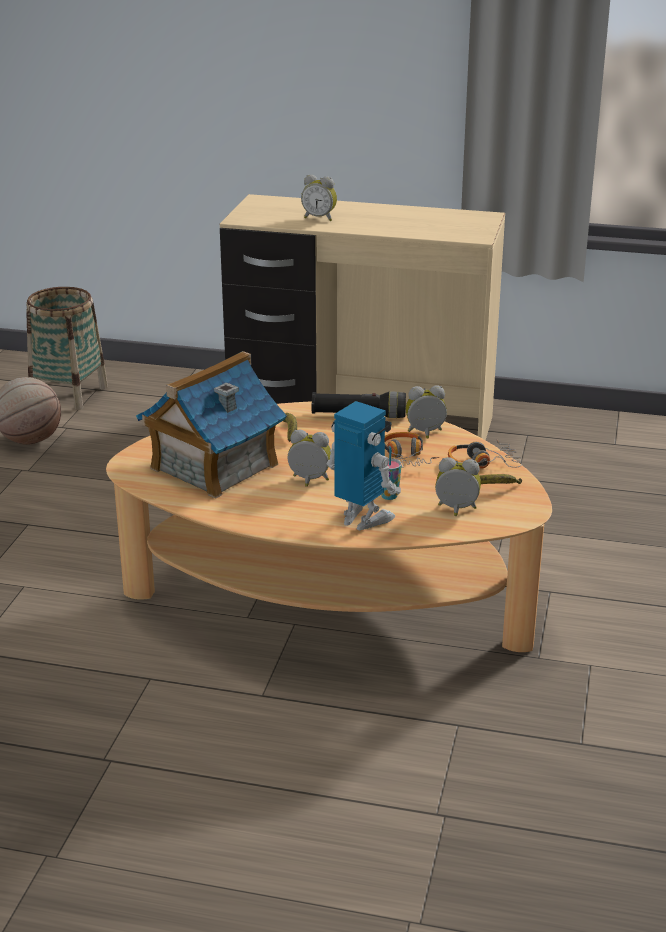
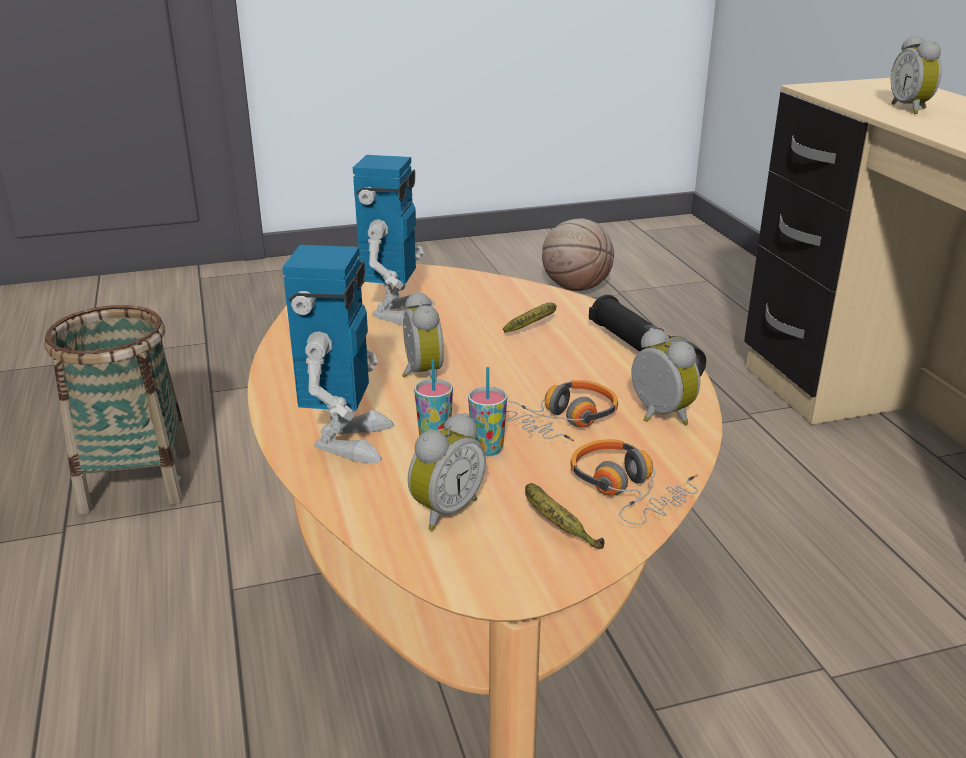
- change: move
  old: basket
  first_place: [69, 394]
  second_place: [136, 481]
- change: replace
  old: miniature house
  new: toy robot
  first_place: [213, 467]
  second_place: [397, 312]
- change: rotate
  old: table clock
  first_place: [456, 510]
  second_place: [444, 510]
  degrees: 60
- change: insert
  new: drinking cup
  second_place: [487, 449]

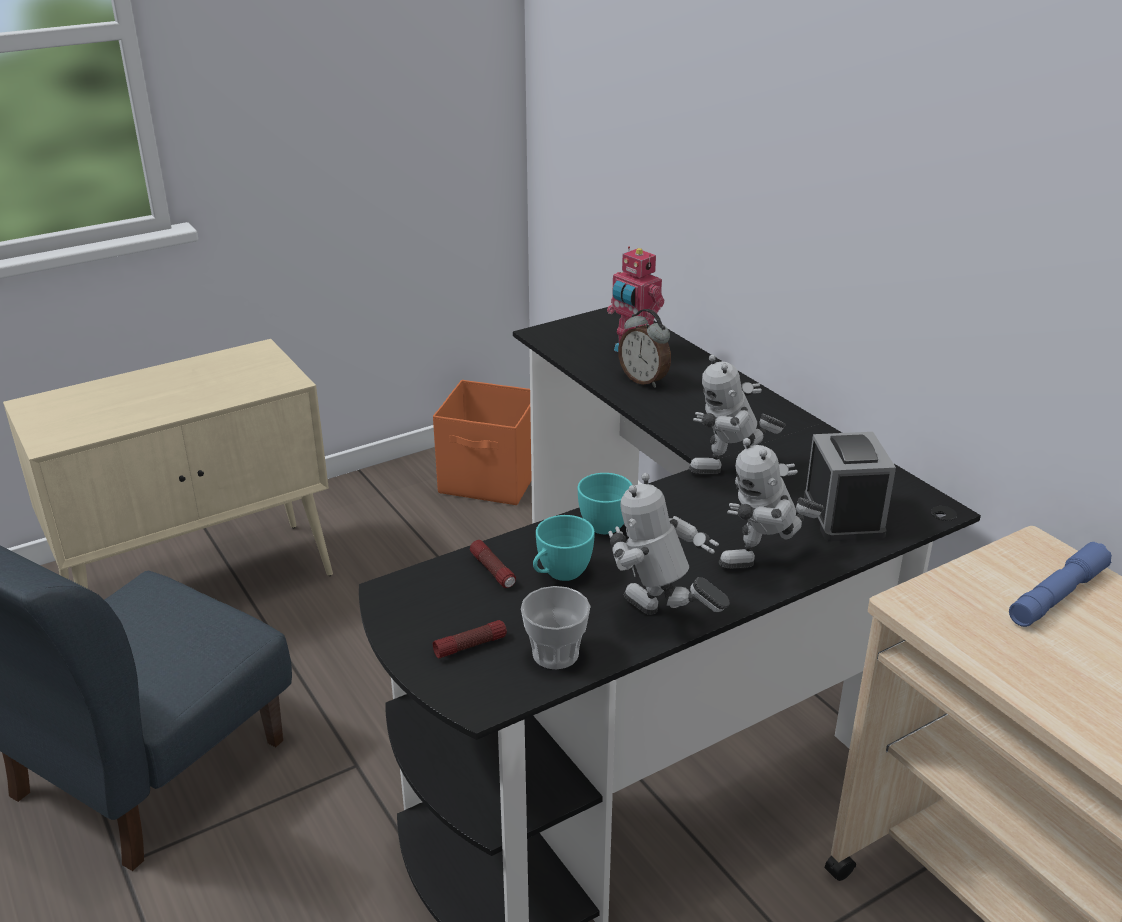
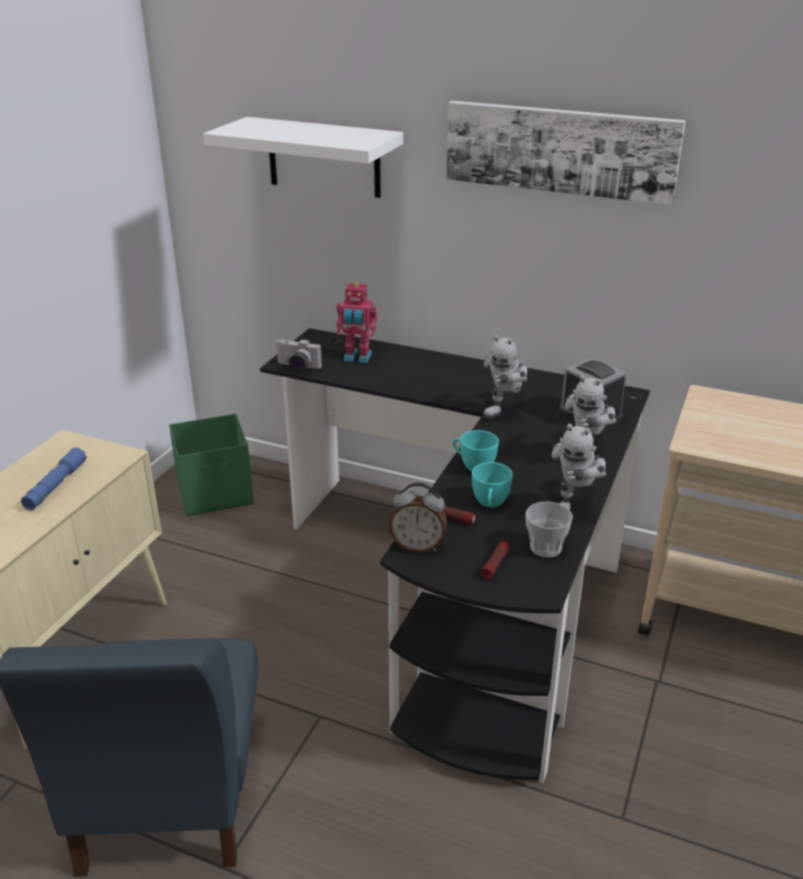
- change: move
  old: table clock
  first_place: [644, 380]
  second_place: [418, 546]
- change: recolor
  old: storage bin (orangey)
  new: storage bin (green)
  first_place: [491, 480]
  second_place: [216, 494]
- change: rotate
  old: toy robot
  first_place: [660, 622]
  second_place: [574, 507]
  degrees: -60
- change: move
  old: hand torch (bluish)
  first_place: [1057, 596]
  second_place: [56, 485]
- change: insert
  new: wall picture
  second_place: [560, 150]
- change: insert
  new: shelf (white-coloured)
  second_place: [324, 157]
- change: insert
  new: still camera
  second_place: [297, 367]

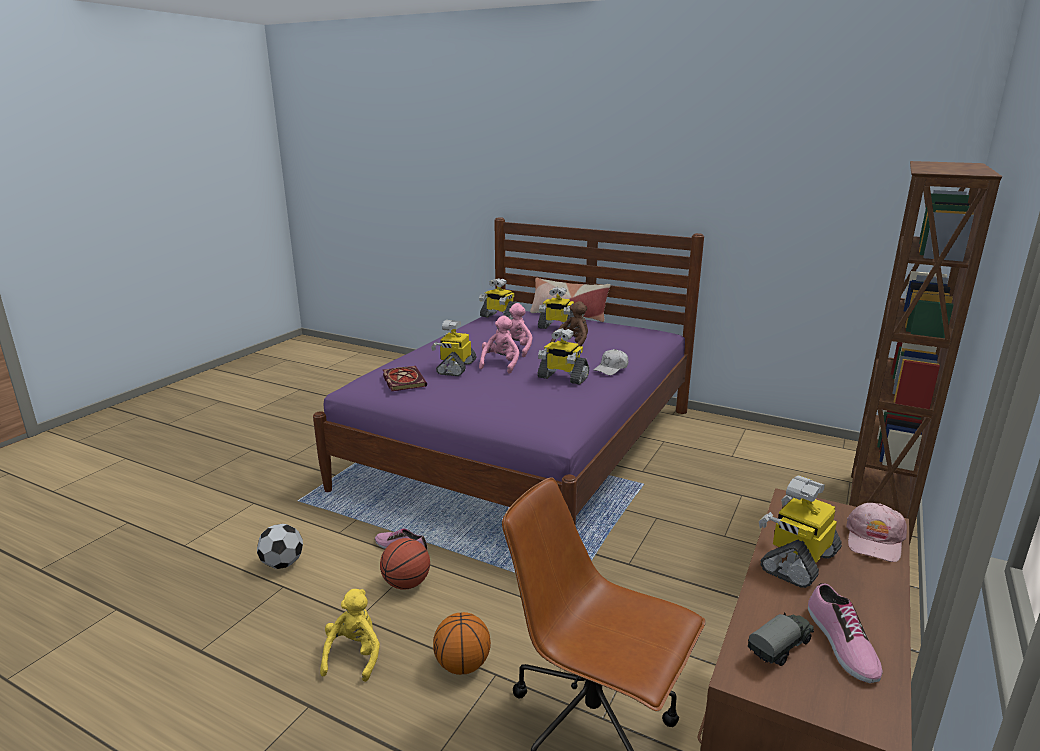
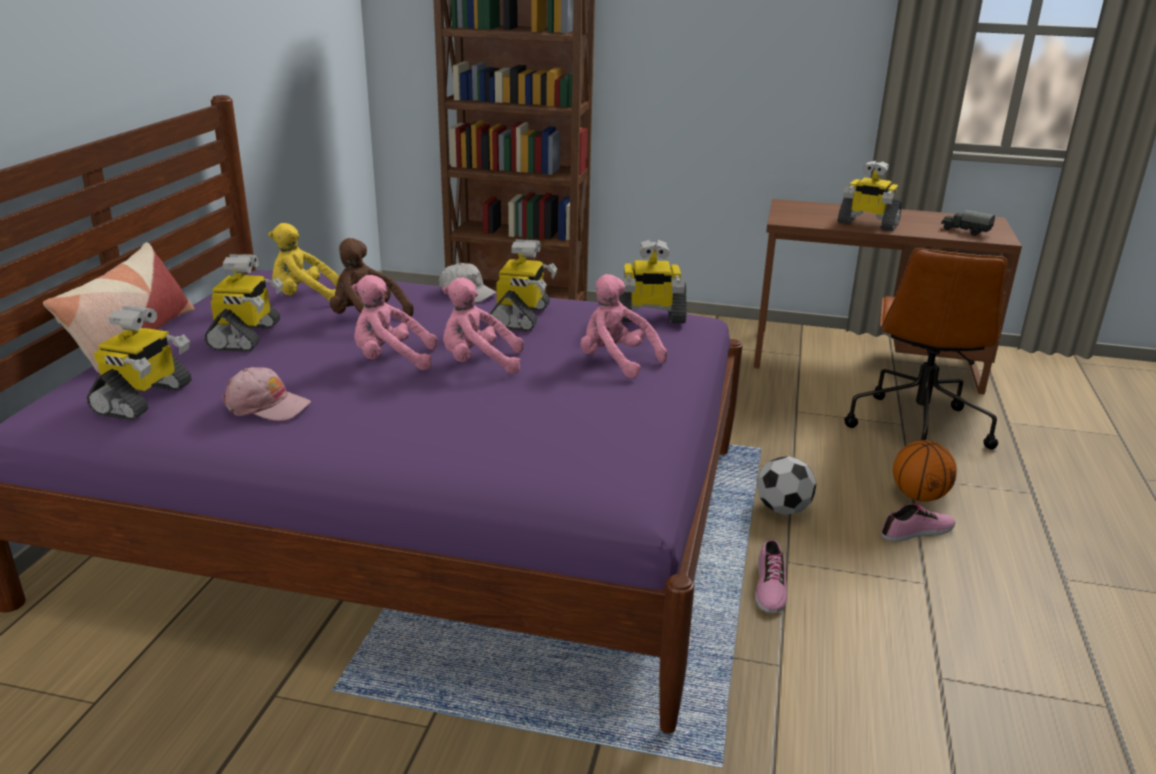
- change: move
  old: toy robot
  first_place: [455, 368]
  second_place: [649, 317]
- change: delete
  old: book
  first_place: [403, 380]
- change: move
  old: cap (pink)
  first_place: [874, 540]
  second_place: [266, 405]
- change: move
  old: football
  first_place: [282, 564]
  second_place: [782, 509]
- change: delete
  old: ball for basketball
  first_place: [406, 583]
- change: move
  old: item of footwear
  first_place: [840, 643]
  second_place: [917, 532]
- change: move
  old: plush toy (yellowish)
  first_place: [354, 655]
  second_place: [305, 298]
- change: insert
  new: plush toy (pink)
  second_place: [616, 361]

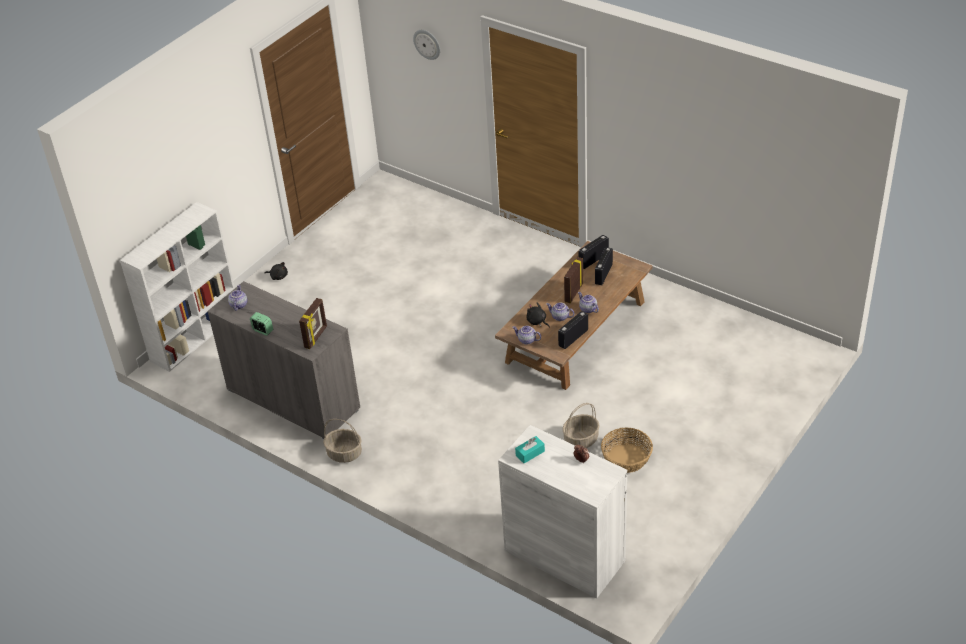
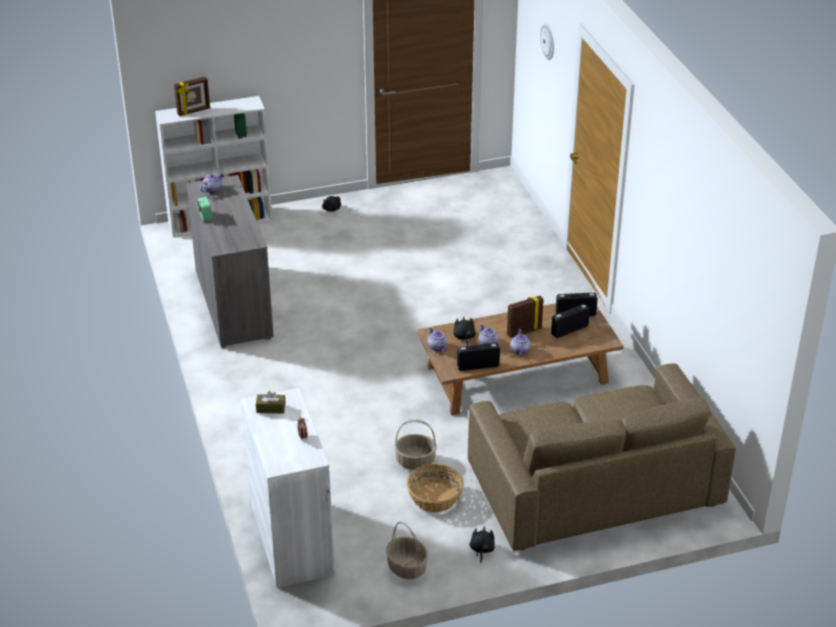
- change: move
  old: standing frame
  first_place: [316, 337]
  second_place: [194, 111]
- change: move
  old: basket
  first_place: [344, 454]
  second_place: [406, 567]
- change: recolor
  old: box of tissues (turquoise)
  new: box of tissues (brown)
  first_place: [530, 453]
  second_place: [271, 408]
- change: insert
  new: settee (brown)
  second_place: [593, 483]
- change: insert
  new: plush toy (blackish)
  second_place: [481, 550]

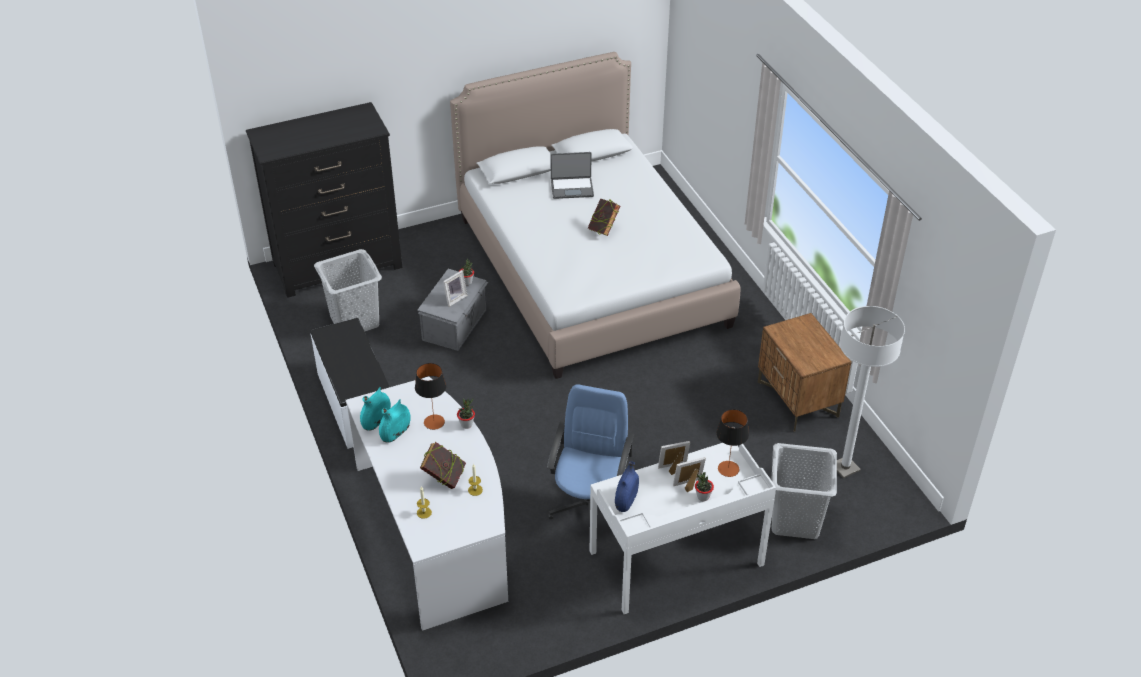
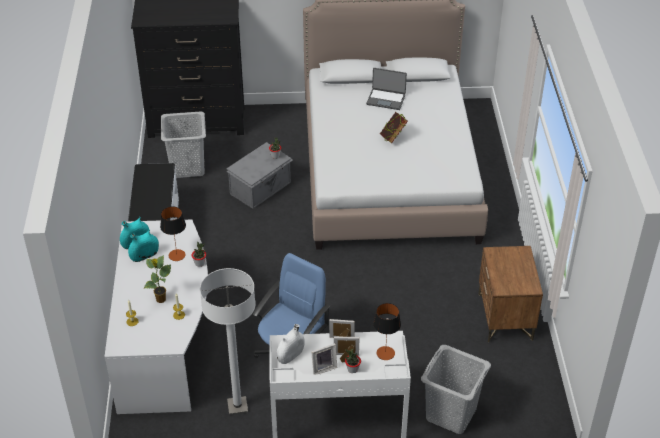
- change: move
  old: standing frame
  first_place: [454, 298]
  second_place: [323, 368]
- change: move
  old: floor lamp (white-coloured)
  first_place: [845, 468]
  second_place: [237, 406]
- change: replace
  old: book
  new: houseplant
  first_place: [444, 478]
  second_place: [161, 300]
- change: recolor
  old: decorative vase (bluish)
  new: decorative vase (white-coloured)
  first_place: [626, 500]
  second_place: [290, 355]

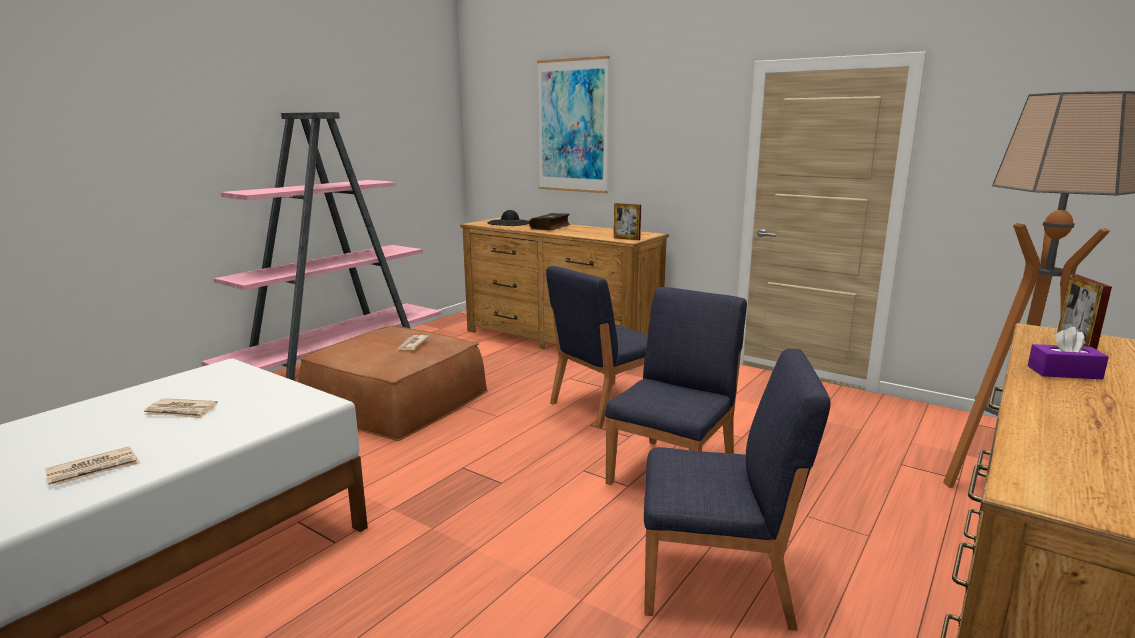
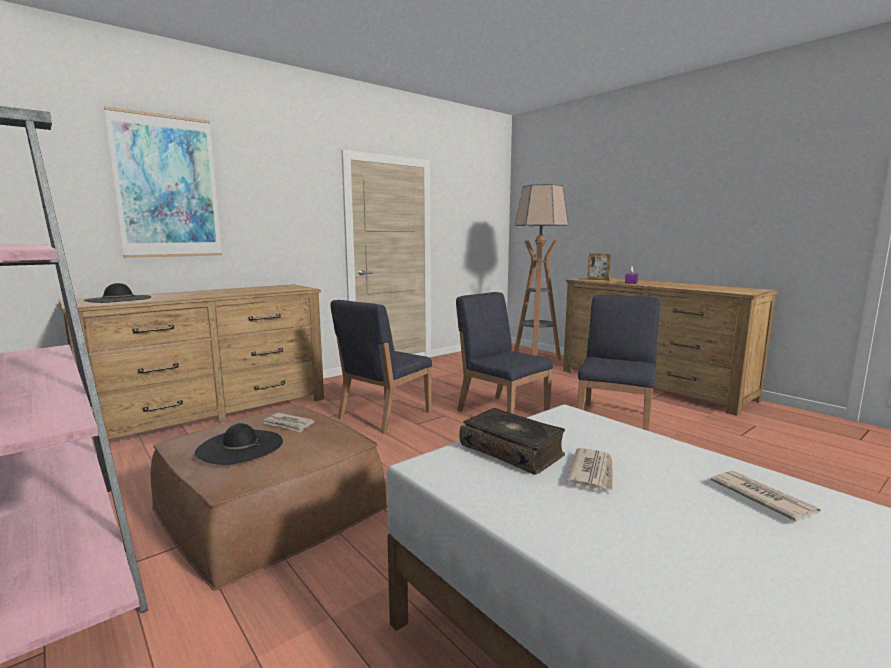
- change: delete
  old: standing frame
  first_place: [626, 238]
- change: move
  old: book
  first_place: [551, 227]
  second_place: [512, 450]
- change: rotate
  old: chair (bluish)
  first_place: [604, 404]
  second_place: [384, 415]
  degrees: 60
- change: insert
  new: wearable hat (blackish)
  second_place: [240, 446]

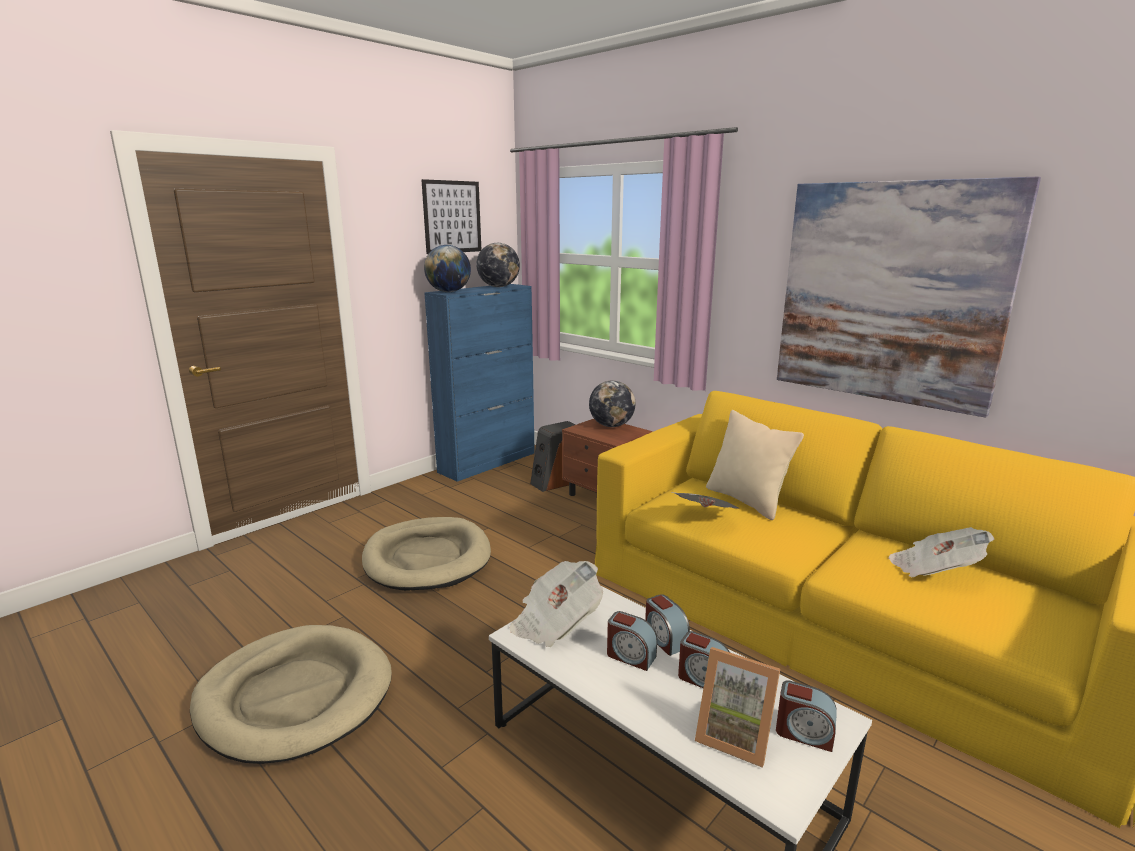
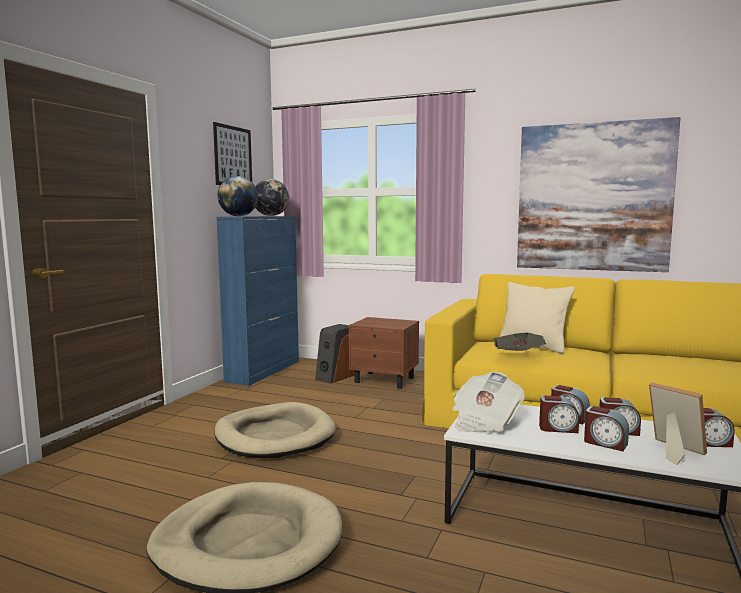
- change: delete
  old: desk globe
  first_place: [611, 426]
- change: delete
  old: printed paper
  first_place: [934, 570]
- change: rotate
  old: standing frame
  first_place: [734, 736]
  second_place: [672, 451]
  degrees: -135
- change: insert
  new: table clock
  second_place: [605, 443]

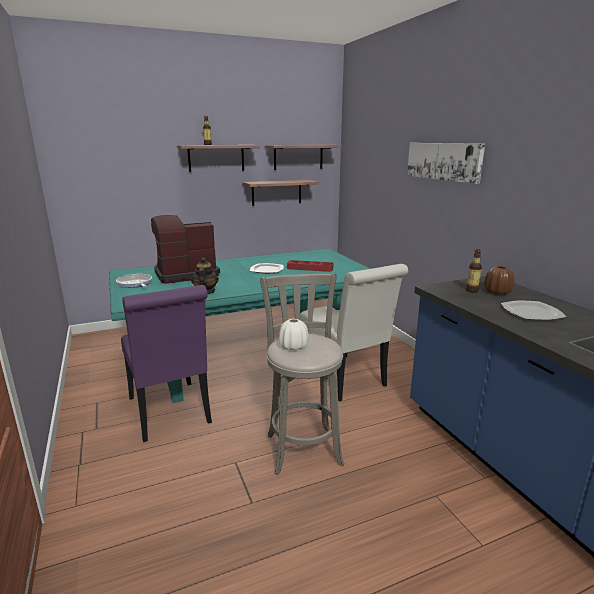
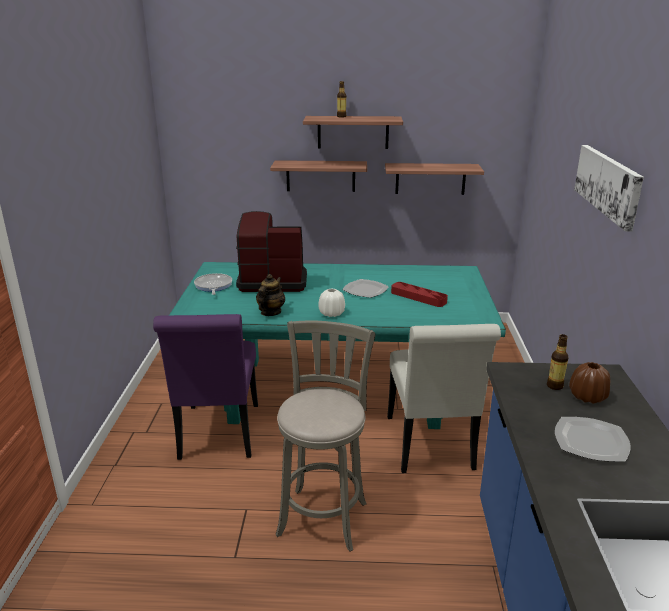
- change: move
  old: shelf
  first_place: [298, 157]
  second_place: [320, 176]
- change: move
  old: decorative vase (white-coloured)
  first_place: [293, 346]
  second_place: [332, 313]

